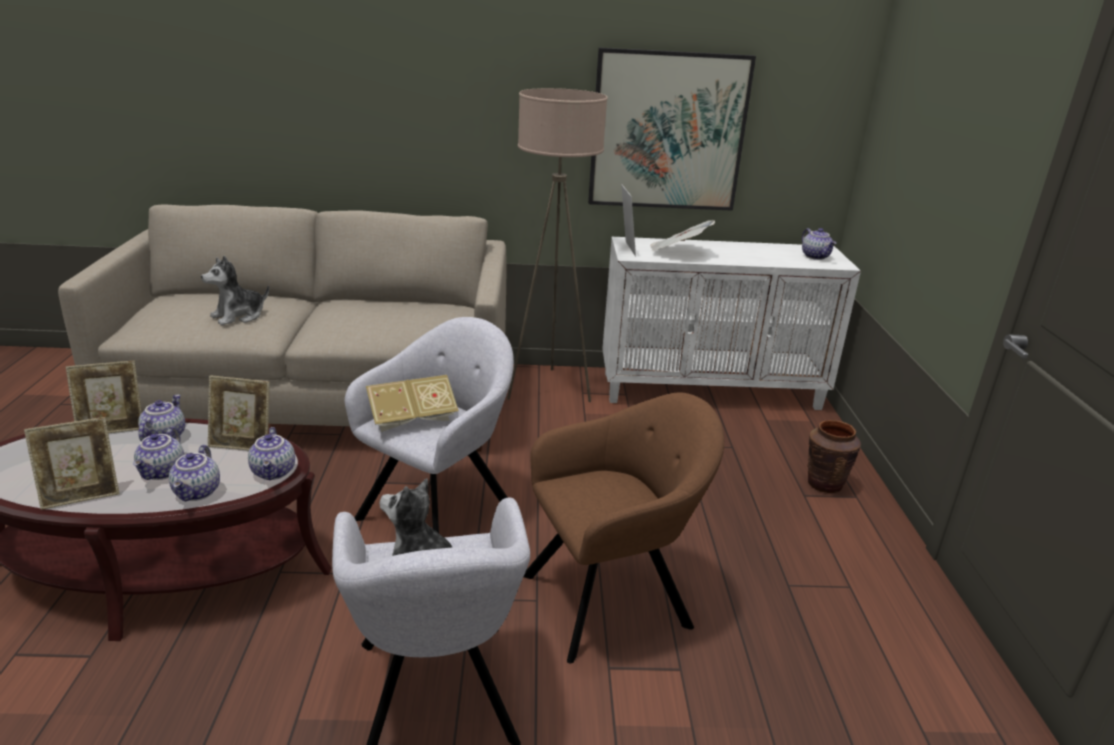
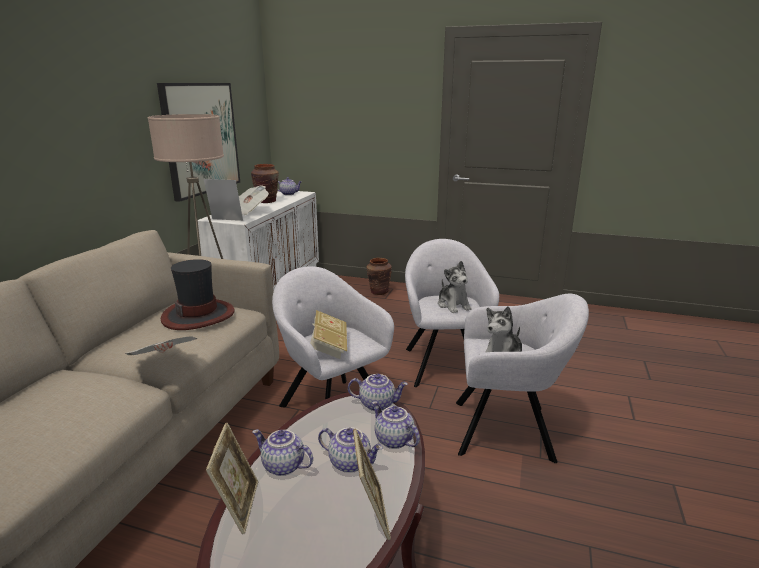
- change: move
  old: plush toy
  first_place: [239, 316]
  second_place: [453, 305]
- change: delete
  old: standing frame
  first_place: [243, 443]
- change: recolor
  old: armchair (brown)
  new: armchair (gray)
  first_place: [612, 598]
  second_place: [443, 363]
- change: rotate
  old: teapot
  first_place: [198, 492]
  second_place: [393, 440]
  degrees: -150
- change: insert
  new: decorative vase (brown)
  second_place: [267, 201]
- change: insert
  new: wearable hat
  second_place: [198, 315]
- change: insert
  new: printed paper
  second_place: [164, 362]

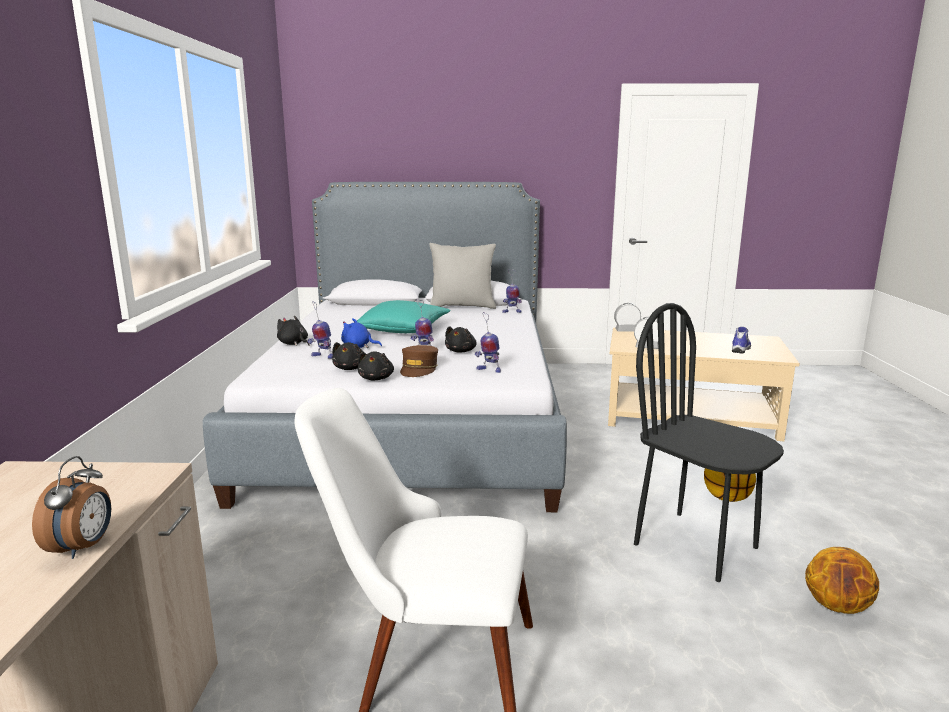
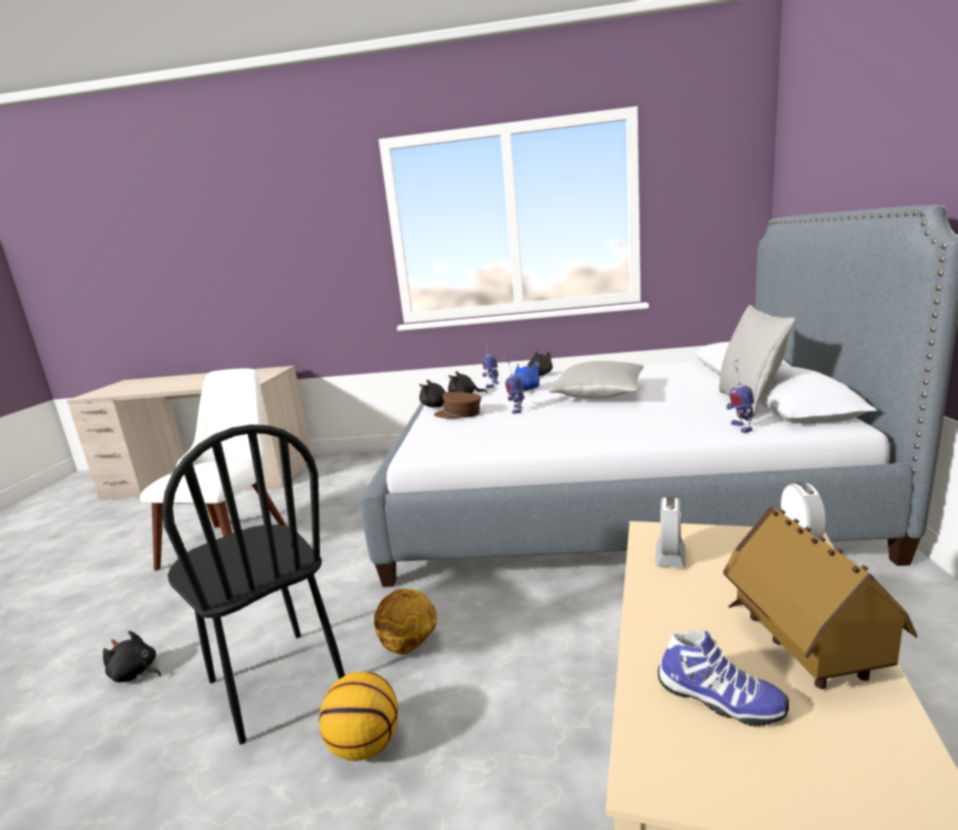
- change: recolor
  old: cushion (turquoise)
  new: cushion (gray)
  first_place: [403, 330]
  second_place: [598, 394]
- change: rotate
  old: chair (blackish)
  first_place: [696, 545]
  second_place: [275, 682]
  degrees: 90
- change: delete
  old: toy robot
  first_place: [488, 370]
- change: move
  old: plush toy (blackish)
  first_place: [461, 351]
  second_place: [136, 673]
- change: delete
  old: table clock
  first_place: [83, 547]
- change: move
  old: ball for basketball
  first_place: [837, 606]
  second_place: [408, 646]
- change: insert
  new: miniature house
  second_place: [803, 648]

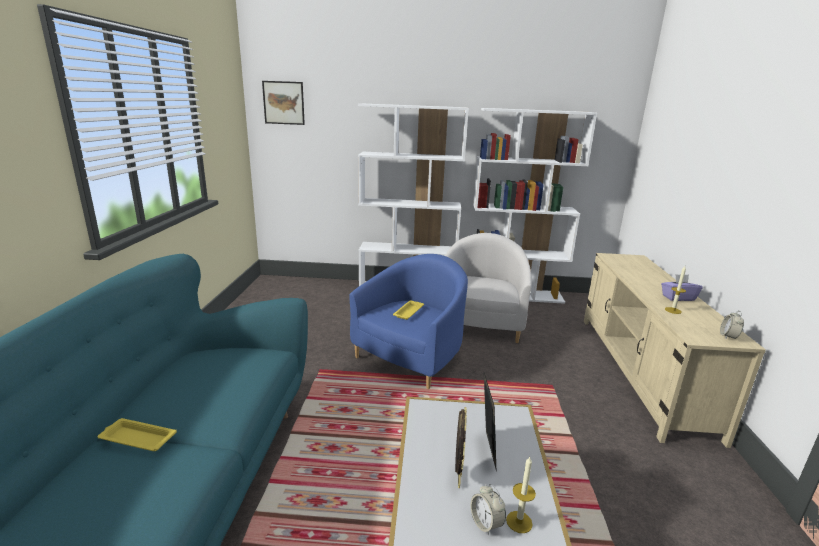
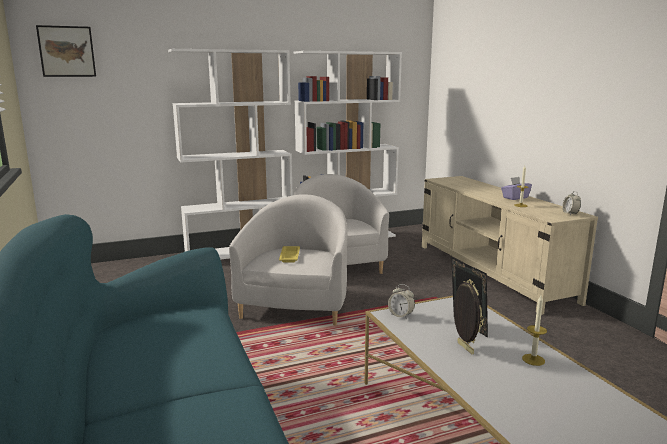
- change: recolor
  old: armchair (bluish)
  new: armchair (white-coloured)
  first_place: [412, 357]
  second_place: [296, 305]
- change: delete
  old: carrying tray (yellowish)
  first_place: [137, 438]
- change: move
  old: table clock
  first_place: [486, 523]
  second_place: [401, 315]

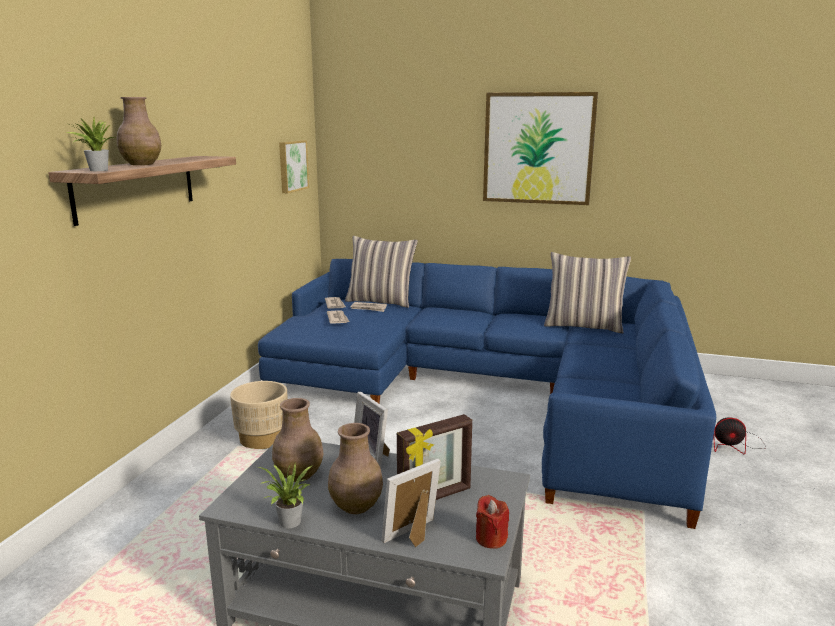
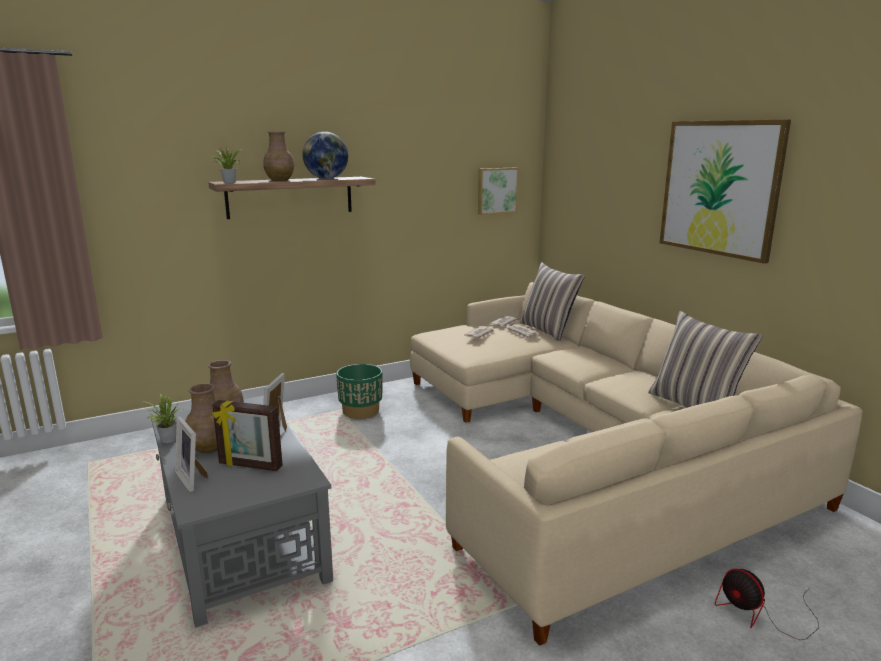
- change: recolor
  old: settee (bluish)
  new: settee (beige)
  first_place: [492, 391]
  second_place: [585, 447]
- change: recolor
  old: planter (beige)
  new: planter (green)
  first_place: [262, 439]
  second_place: [361, 411]
- change: rotate
  old: standing frame
  first_place: [414, 536]
  second_place: [193, 478]
  degrees: -135
- change: delete
  old: candle (red)
  first_place: [491, 538]
- change: insert
  new: desk globe
  second_place: [326, 178]

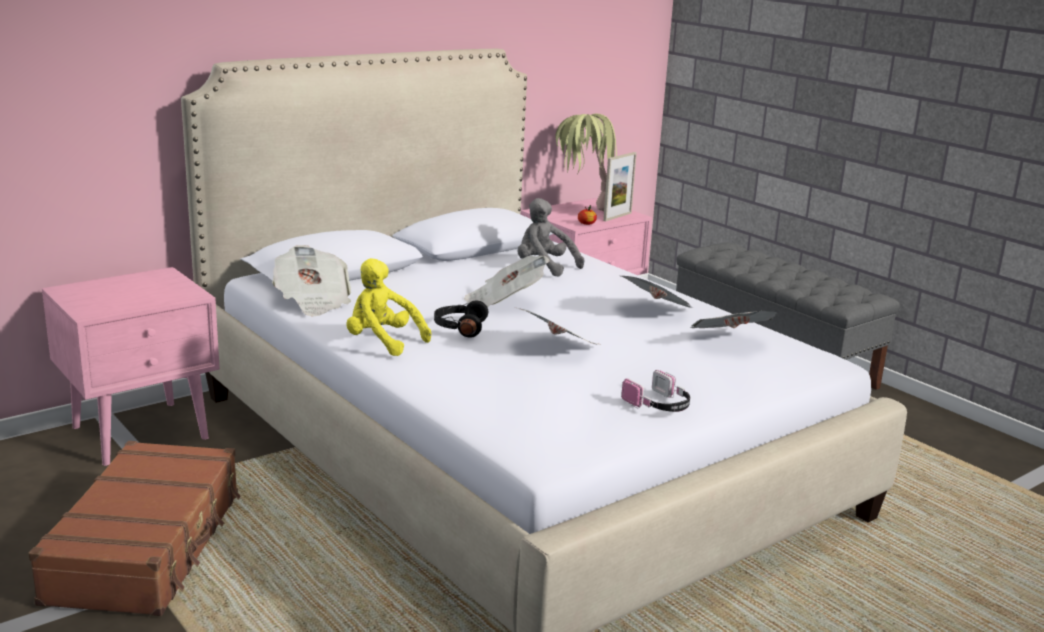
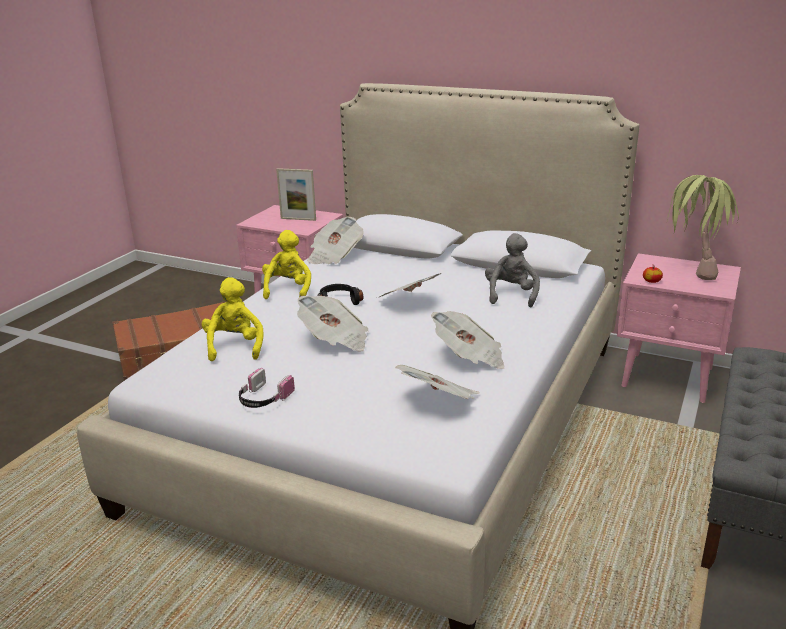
- change: move
  old: standing frame
  first_place: [617, 217]
  second_place: [298, 219]
- change: insert
  new: plush toy (yellowish)
  second_place: [235, 346]

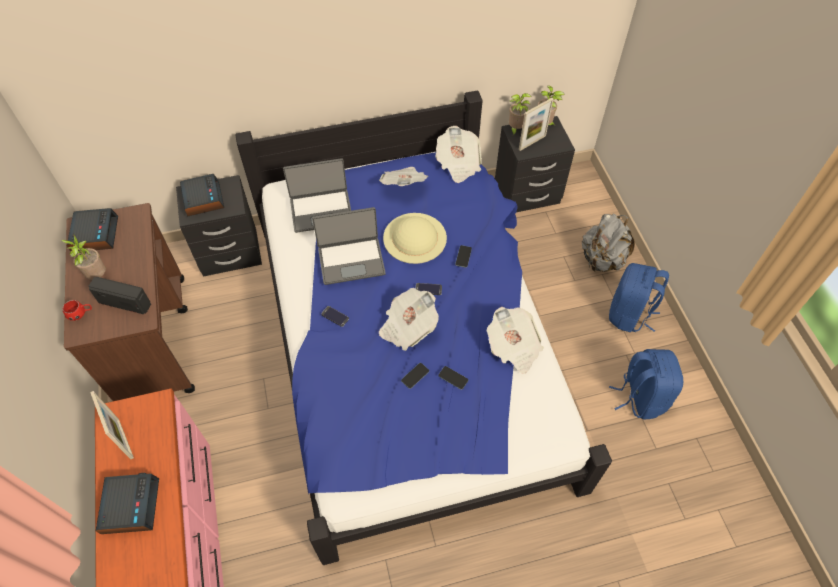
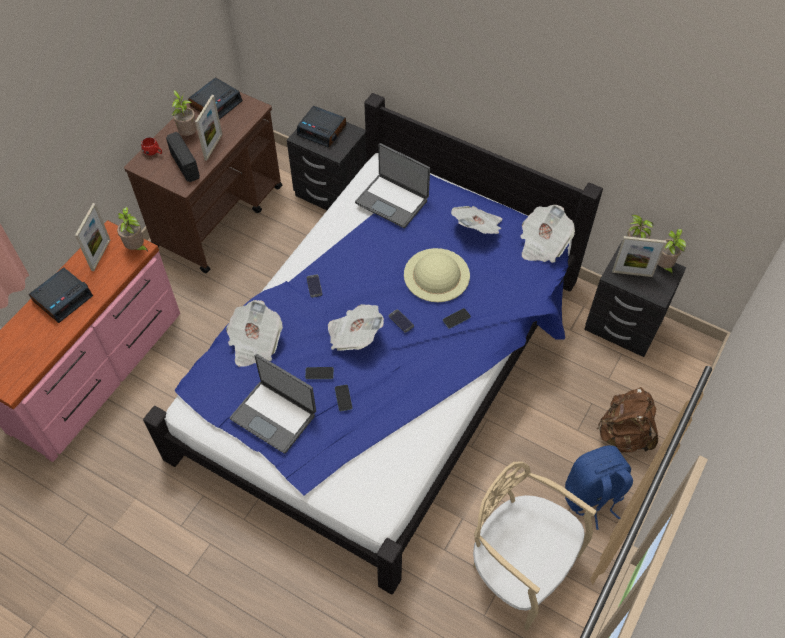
- change: rotate
  old: table clock
  first_place: [202, 199]
  second_place: [322, 130]
  degrees: 90
- change: move
  old: portable computer
  first_place: [351, 260]
  second_place: [274, 415]
- change: recolor
  old: rucksack (gray)
  new: rucksack (brown)
  first_place: [602, 260]
  second_place: [624, 434]
- change: move
  old: printed paper
  first_place: [513, 347]
  second_place: [254, 343]
- change: replace
  old: rucksack (bluish)
  new: chair (beige)
  first_place: [640, 396]
  second_place: [520, 566]
- change: insert
  new: standing frame
  second_place: [213, 147]
- change: insert
  new: houseplant
  second_place: [137, 248]

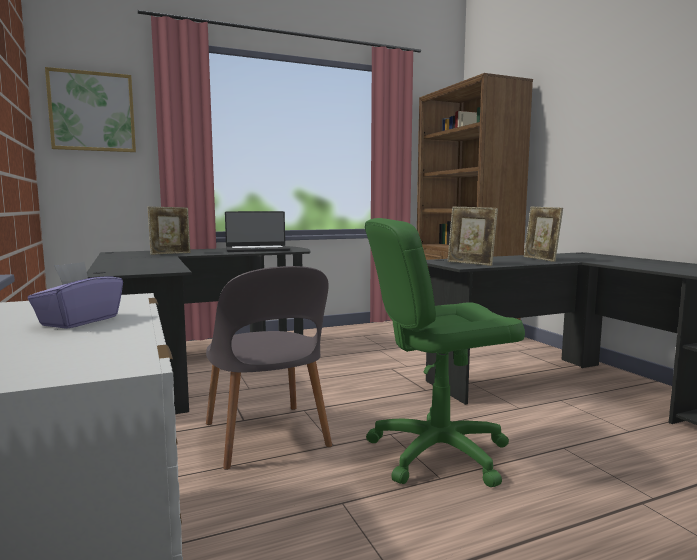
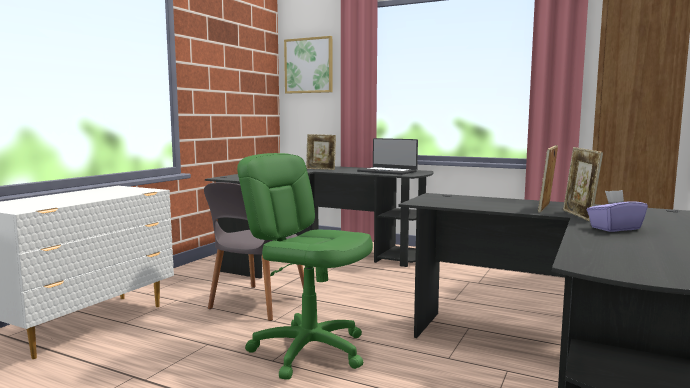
- change: move
  old: standing frame
  first_place: [470, 263]
  second_place: [579, 216]
- change: move
  old: box of tissues (purple-coloured)
  first_place: [79, 321]
  second_place: [614, 228]

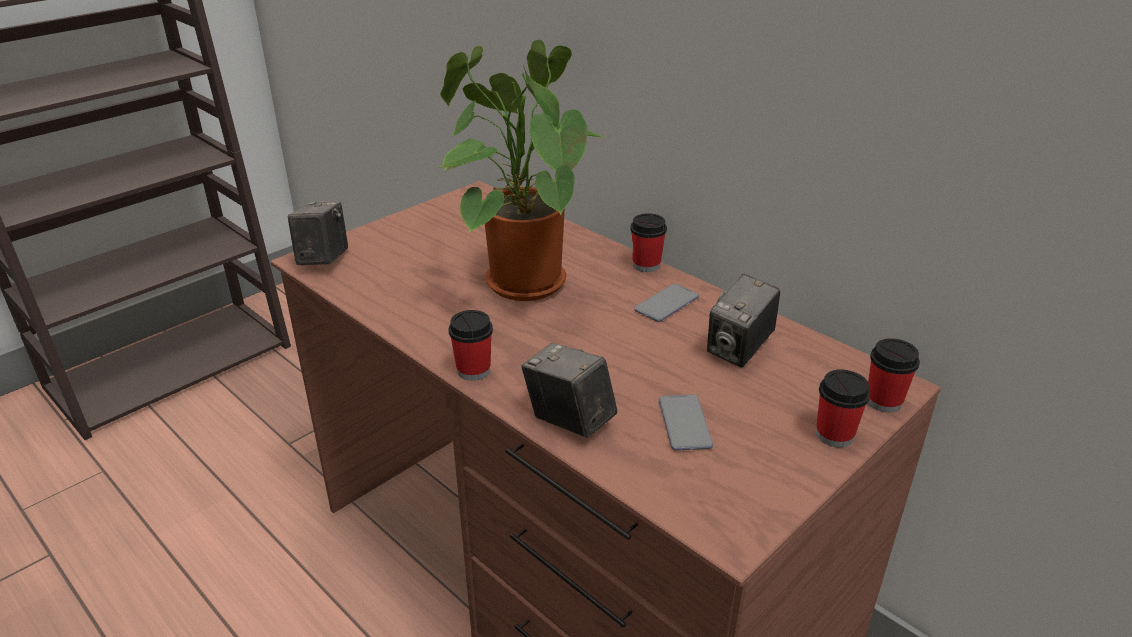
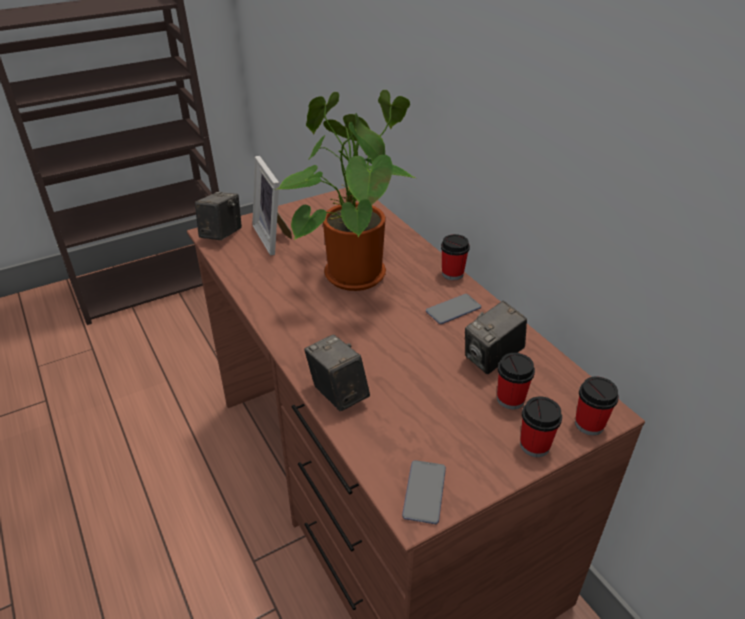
- change: move
  old: drinking cup
  first_place: [473, 370]
  second_place: [510, 399]
- change: move
  old: telephone
  first_place: [684, 423]
  second_place: [424, 492]
- change: insert
  new: standing frame
  second_place: [274, 237]

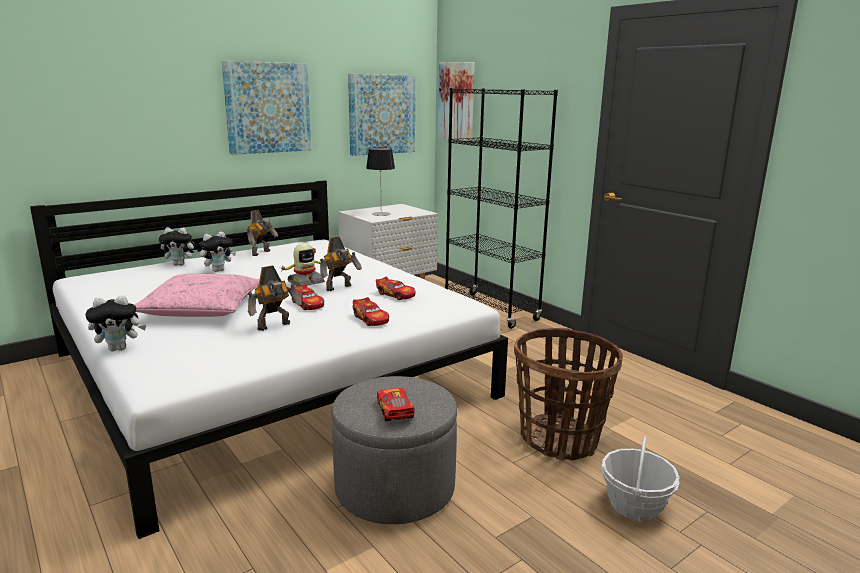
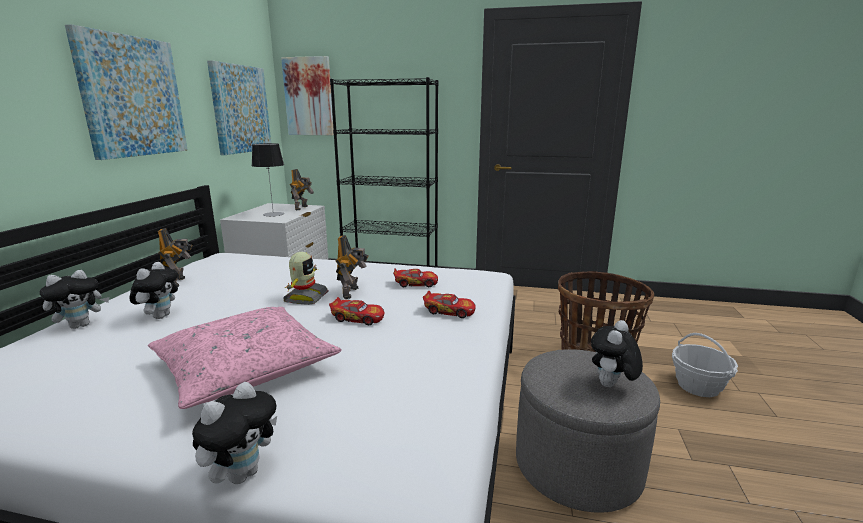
- change: move
  old: toy robot
  first_place: [275, 326]
  second_place: [302, 208]
- change: replace
  old: toy car
  new: plush toy
  first_place: [395, 411]
  second_place: [611, 386]

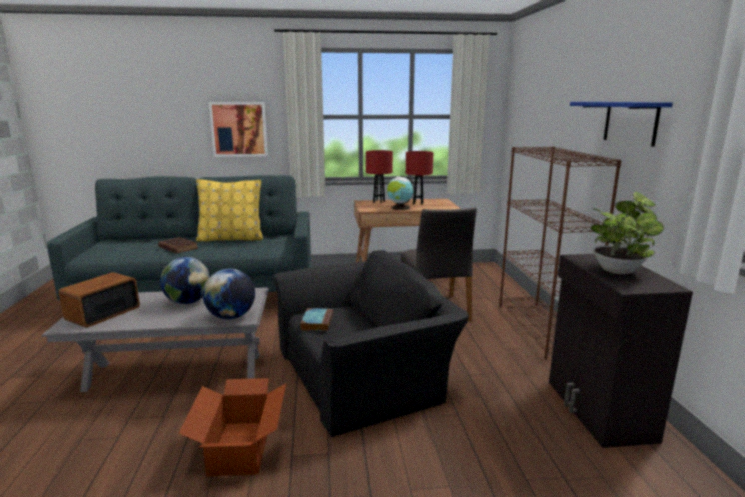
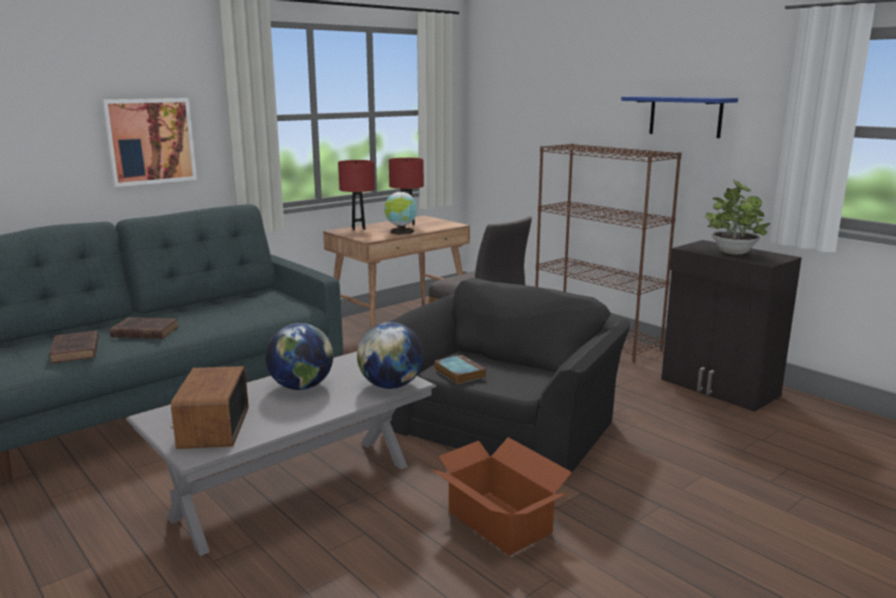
- change: delete
  old: cushion (yellowish)
  first_place: [231, 239]
- change: insert
  new: book (brown)
  second_place: [75, 351]

